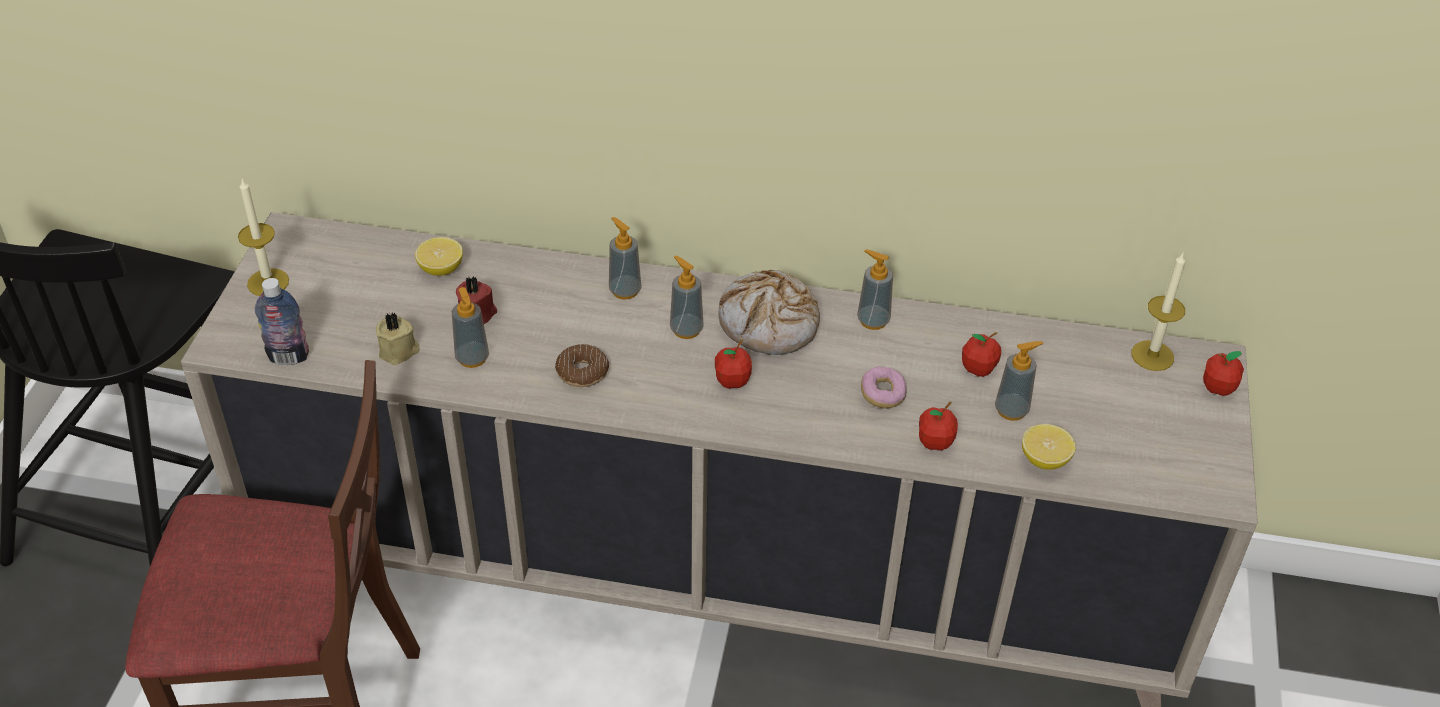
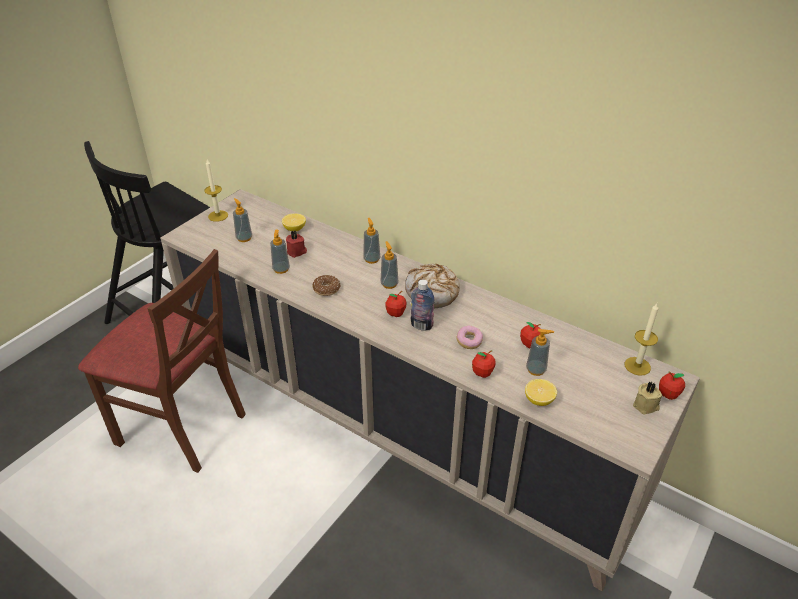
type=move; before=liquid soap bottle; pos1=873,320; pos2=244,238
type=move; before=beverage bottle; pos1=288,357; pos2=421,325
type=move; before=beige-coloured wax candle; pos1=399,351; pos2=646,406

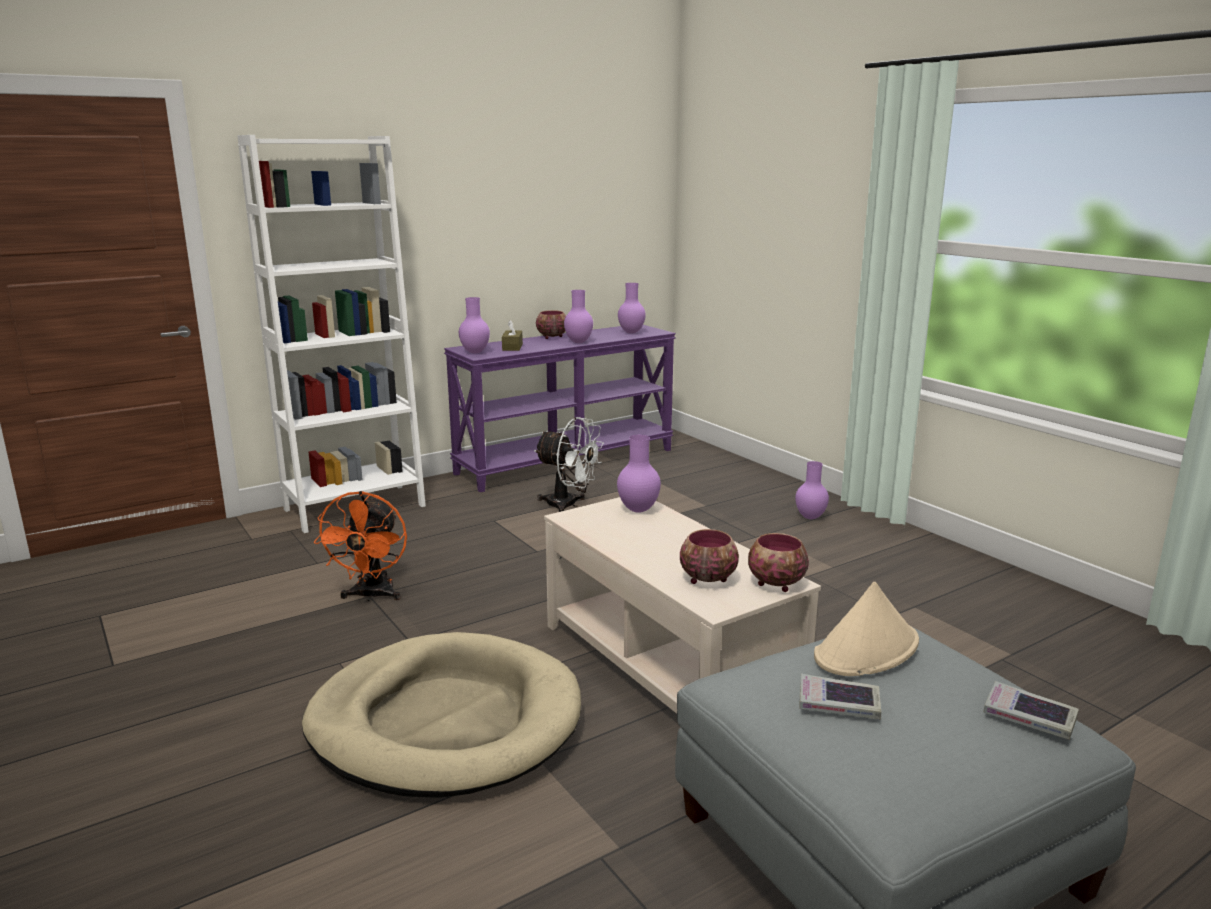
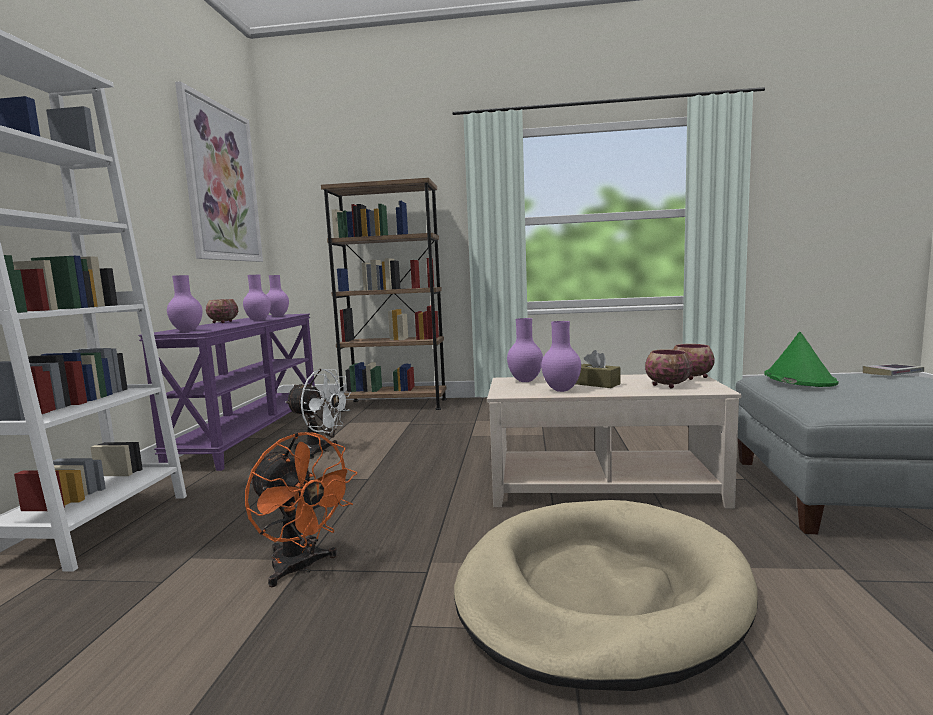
type=insert; after=picture; pos2=221,183
type=rotate; before=whitish cooling fan; pos1=569,505; pos2=321,451; turn=45
type=insert; after=brown-coloured bookshelf; pos2=395,405
type=move; before=purple decorative vase; pos1=811,517; pos2=562,390
type=move; before=brown-coloured box of tissues; pos1=512,347; pos2=596,384
type=recolor; before=beige-coloured clothing hat; after=green-coloured clothing hat; pos1=867,649; pos2=798,379
type=delete; before=book; pos1=838,704

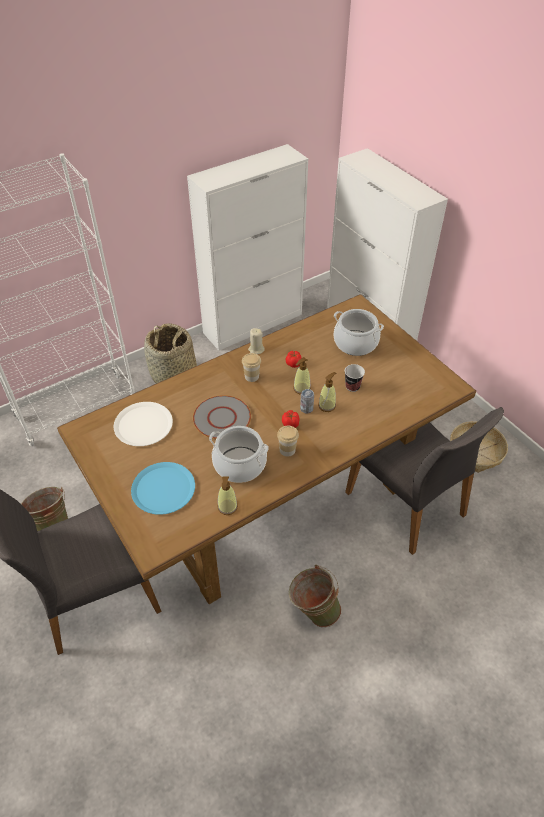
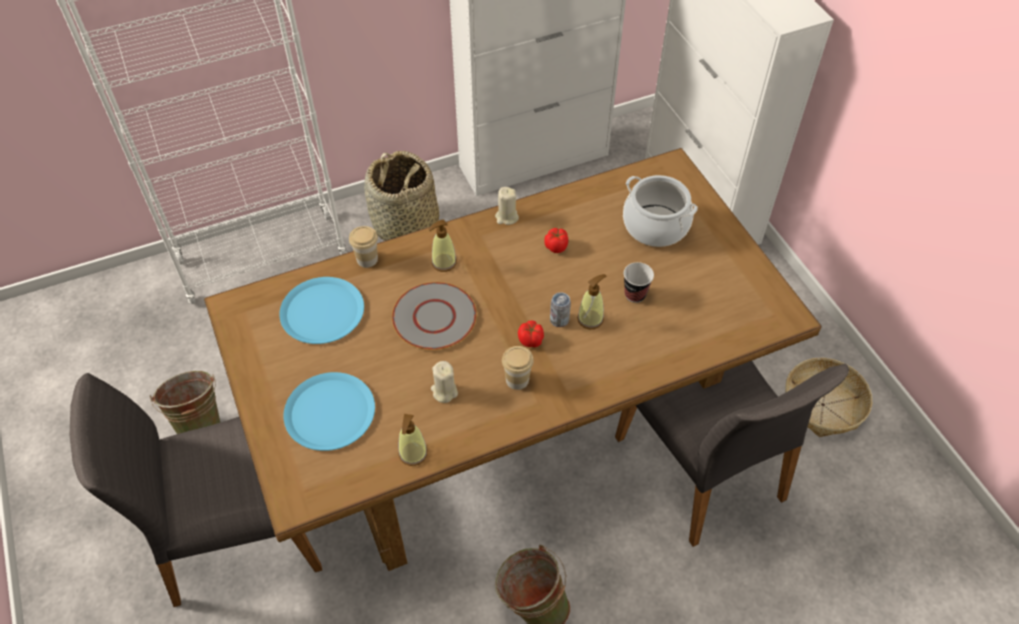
type=recolor; before=whitish dinner plate; after=blue-coloured dinner plate; pos1=143,425; pos2=322,311
type=move; before=drinking cup; pos1=251,376; pos2=367,259
type=move; before=liquid soap bottle; pos1=301,389; pos2=443,262
type=replace; before=cooking pot; after=beige-coloured wax candle; pos1=239,464; pos2=444,391

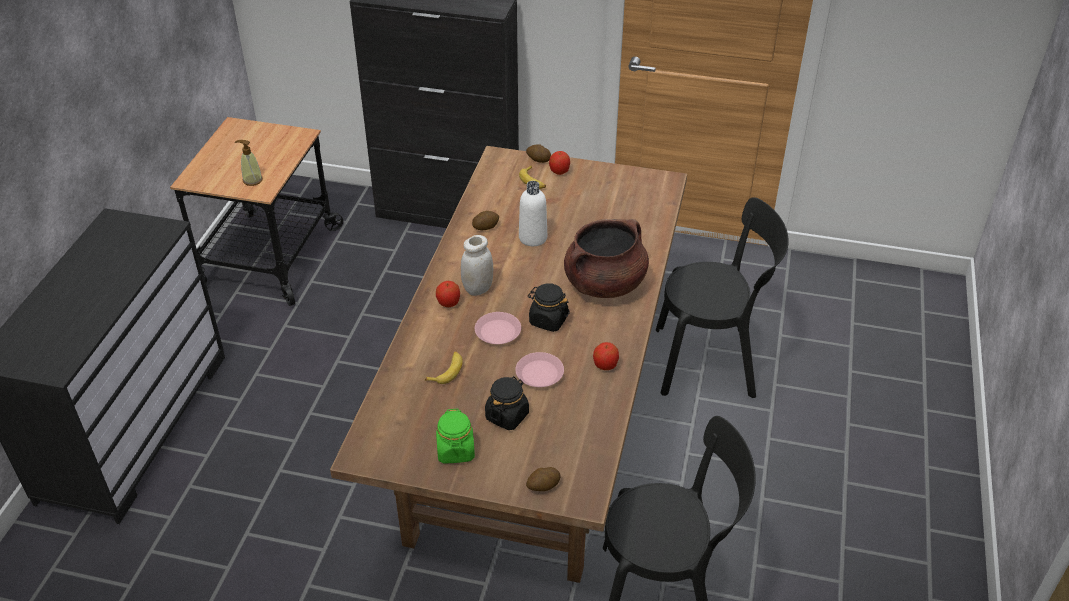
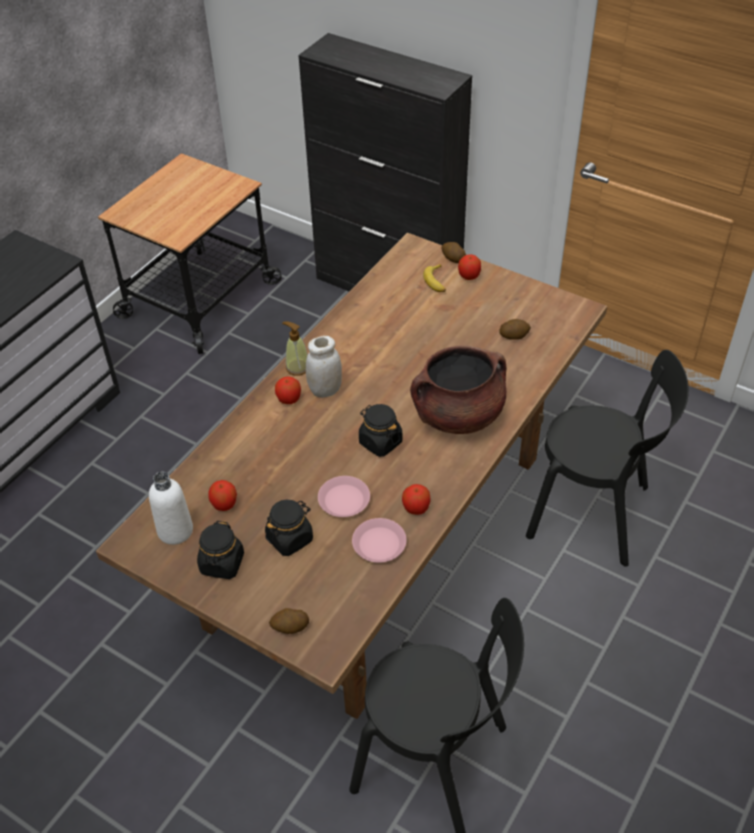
type=move; before=whitish beverage bottle; pos1=533,238; pos2=175,530
type=recolor; before=green-coloured storage jar; after=blackish storage jar; pos1=456,451; pos2=222,564
type=insert; after=whole apple; pos2=224,504
type=move; before=liquid soap bottle; pos1=252,180; pos2=297,367
type=move; before=pink dinner plate; pos1=498,332; pos2=379,544
type=move; before=whole potato; pos1=485,227; pos2=514,335
type=delete; before=whole banana; pos1=447,371

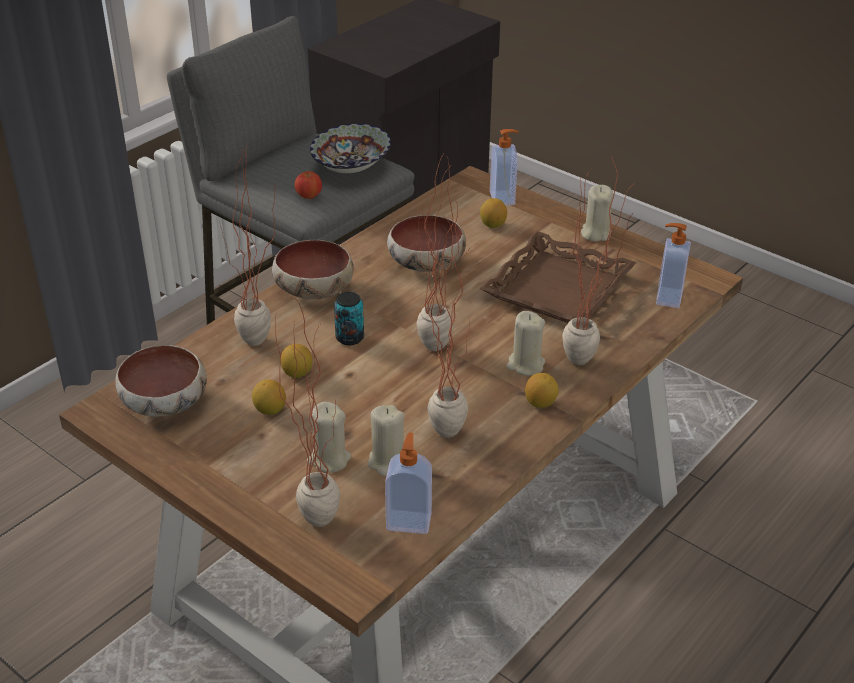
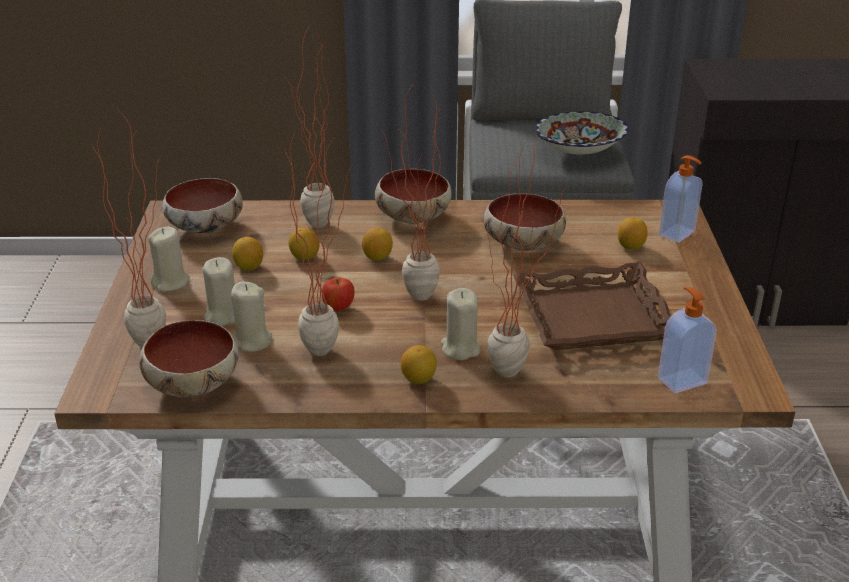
type=replace; before=liquid soap bottle; after=serving bowl; pos1=409,520; pos2=191,383
type=move; before=beige-coloured wax candle; pos1=595,233; pos2=171,282
type=move; before=whole apple; pos1=309,196; pos2=339,308
type=replace; before=metal can; after=citrus fruit; pos1=349,338; pos2=377,257

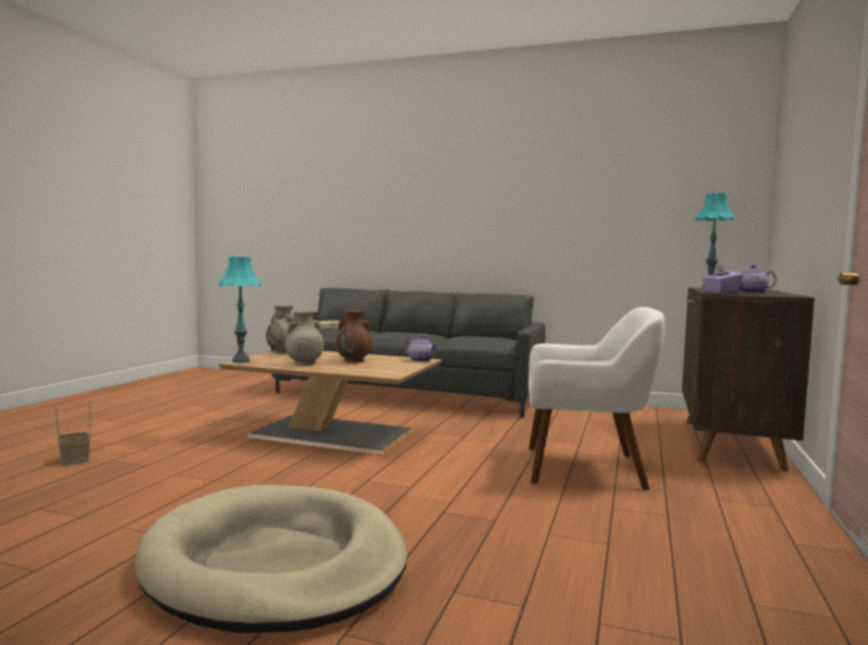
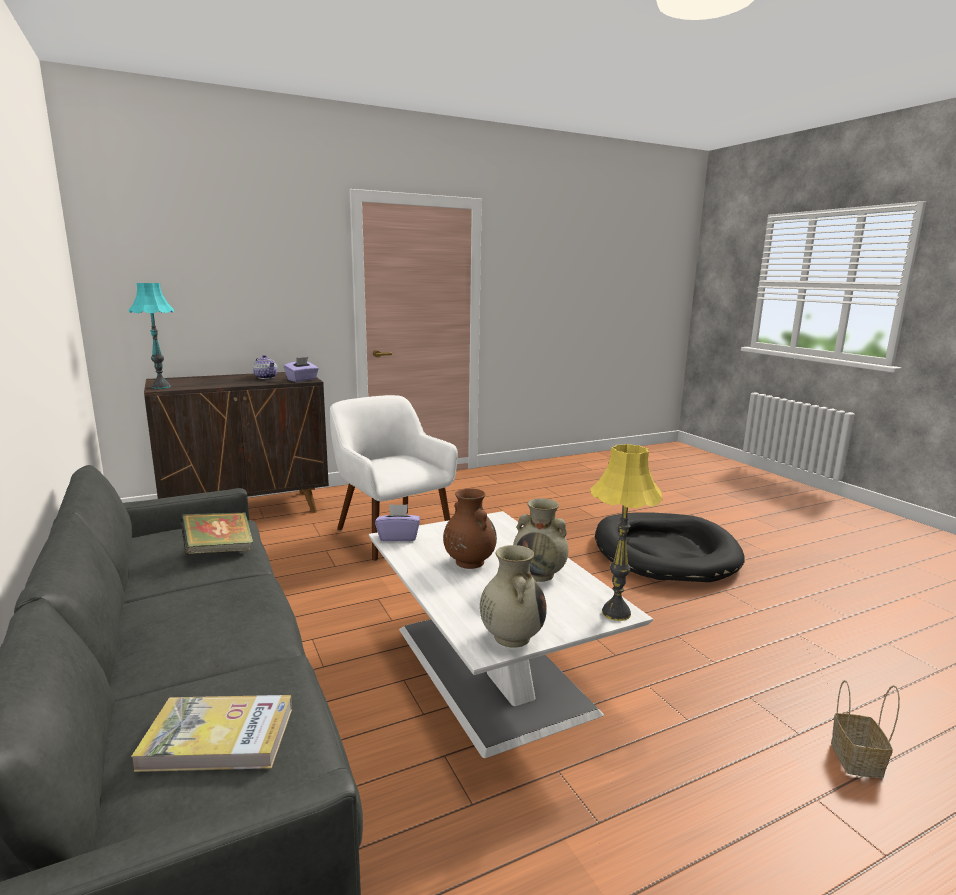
type=insert; after=book; pos2=219,551
type=recolor; before=brown-coloured low table; after=whitish low table; pos1=335,434; pos2=488,665
type=replace; before=pot for tea; after=purple box of tissues; pos1=420,360; pos2=398,537
type=recolor; before=blue-green lamp for a table; after=yellow lamp for a table; pos1=241,361; pos2=615,613
type=recolor; before=beige-coloured dog cushion; after=blackish dog cushion; pos1=275,564; pos2=664,552

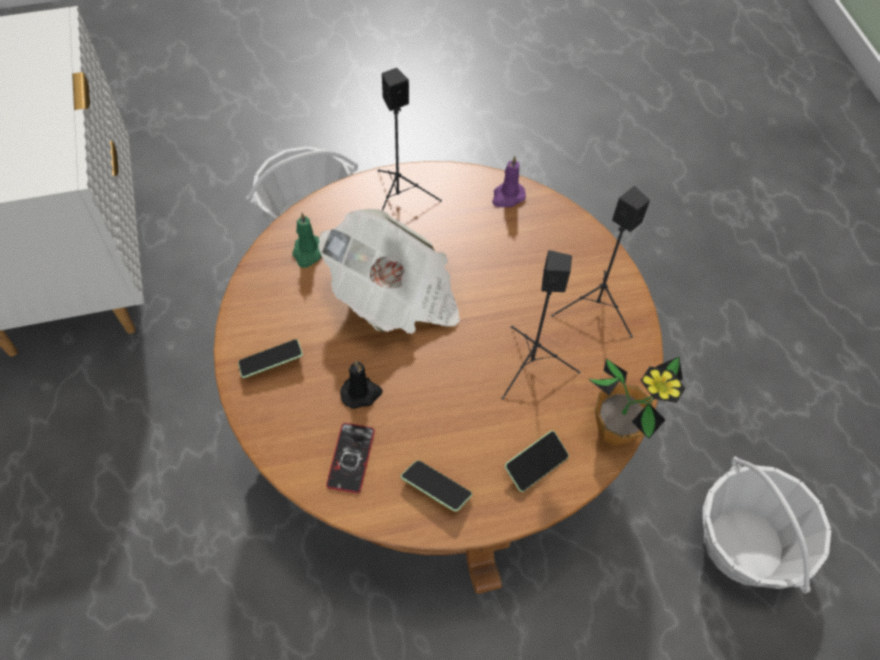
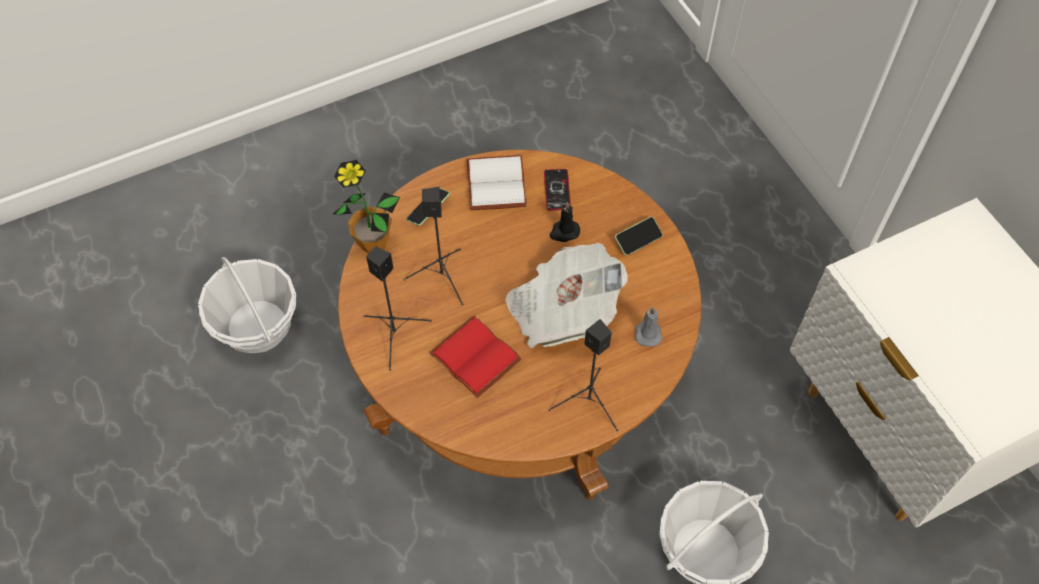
type=insert; after=reddish book; pos2=478,357
type=replace; before=phone; after=whitish book; pos1=436,489; pos2=494,183
type=recolor; before=green-coloured wax candle; after=grey wax candle; pos1=308,252; pos2=648,333
type=delete; before=purple wax candle; pos1=507,196

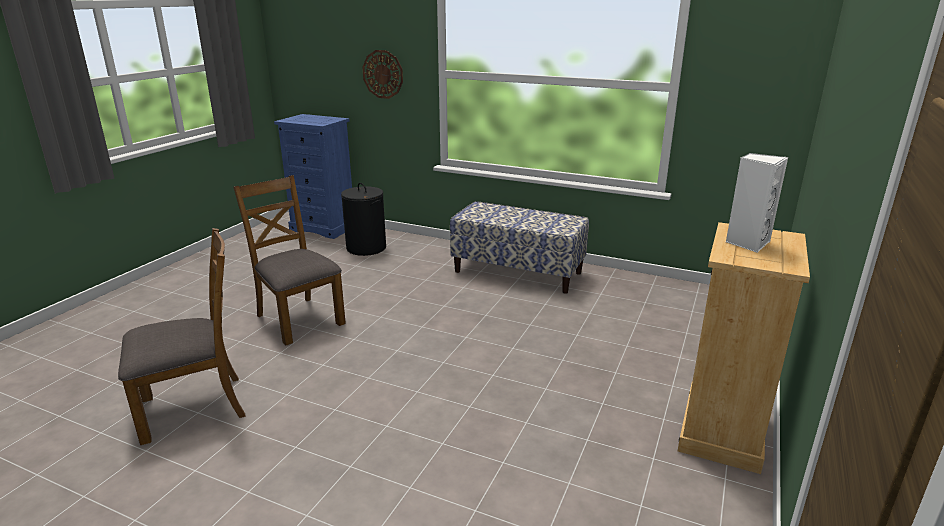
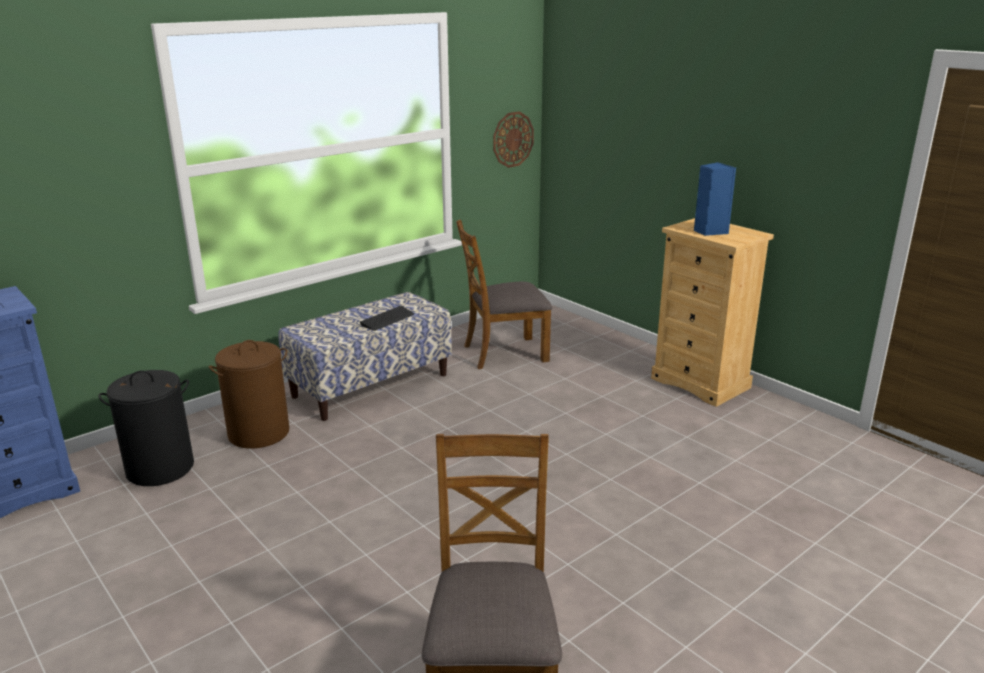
type=insert; after=brown-coloured hamper; pos2=258,433
type=insert; after=keyboard; pos2=387,319
type=move; before=brown-coloured upright chair; pos1=298,319; pos2=504,353
type=move; before=hanging clock; pos1=383,74; pos2=512,139
type=recolor; before=whitish speaker; after=blue-coloured speaker; pos1=747,243; pos2=709,231

